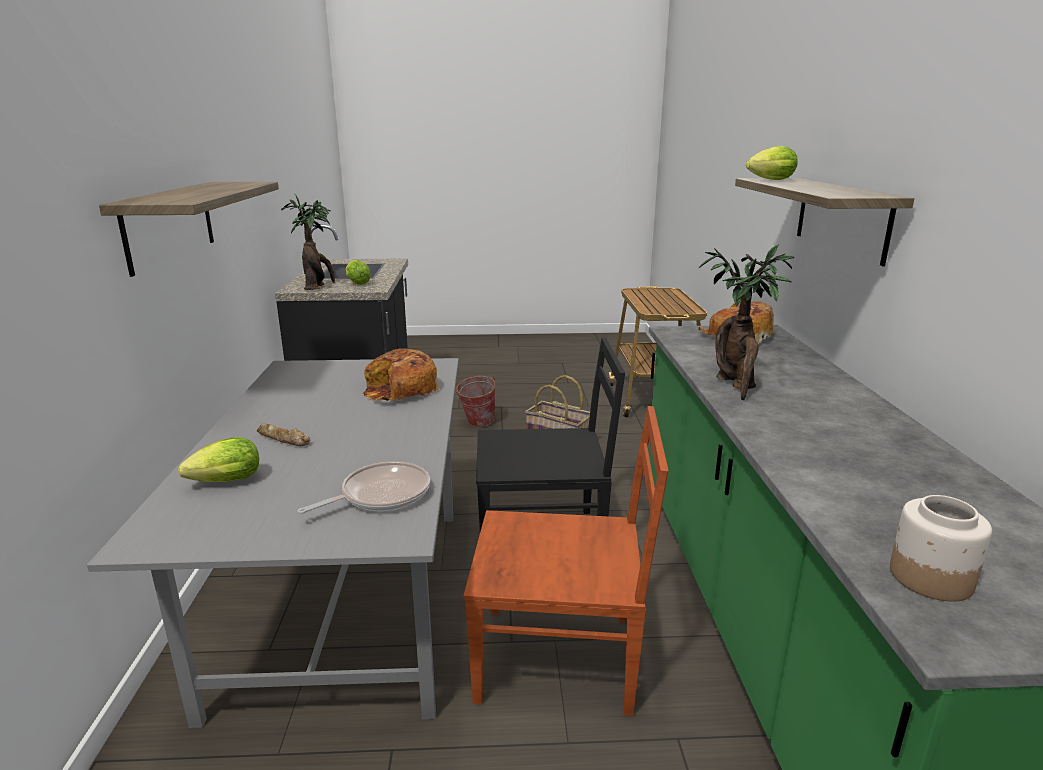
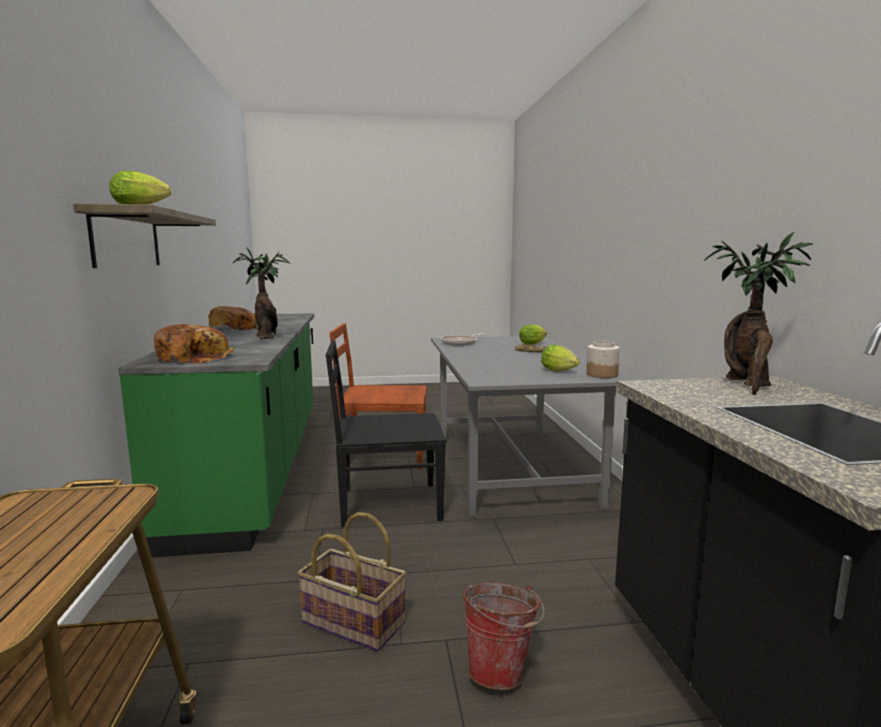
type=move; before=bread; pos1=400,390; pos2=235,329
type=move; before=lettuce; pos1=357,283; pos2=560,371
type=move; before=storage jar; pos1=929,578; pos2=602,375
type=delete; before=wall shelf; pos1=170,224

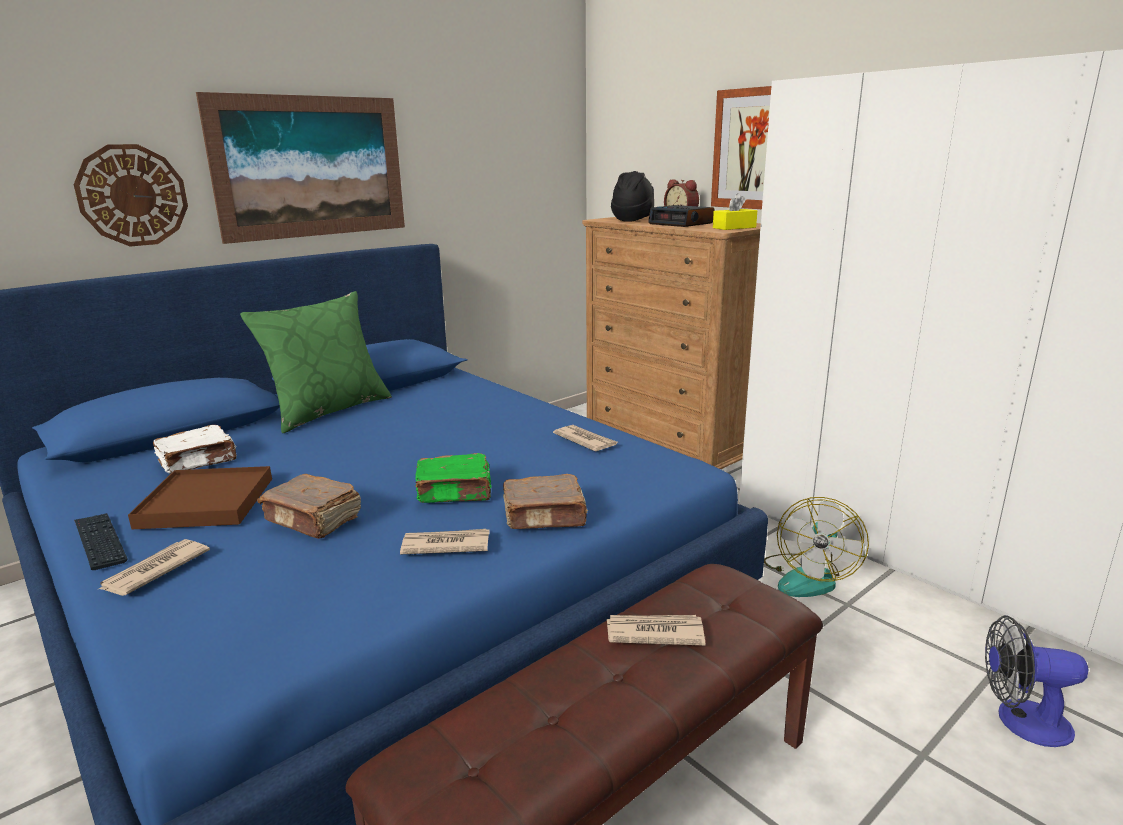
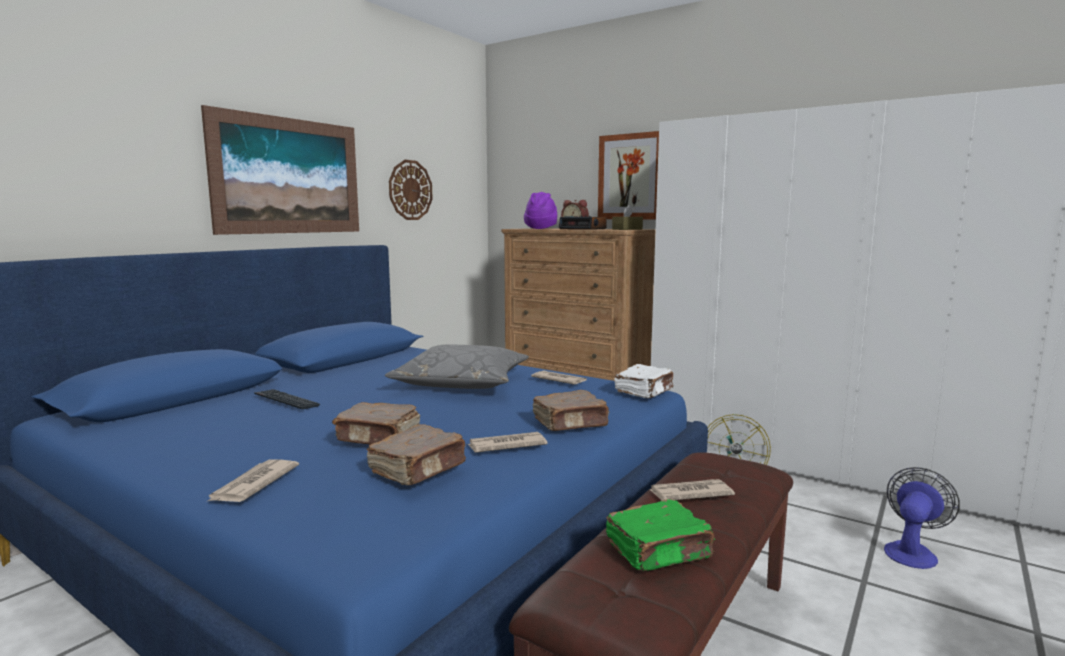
type=move; before=keyboard; pos1=100,542; pos2=286,400
type=insert; after=brown-coloured book; pos2=419,469
type=insert; after=grey throw pillow; pos2=462,382
type=move; before=hanging clock; pos1=132,195; pos2=410,190
type=recolor; before=blackish clothing hat; after=purple clothing hat; pos1=633,219; pos2=541,228
type=move; before=green-coloured book; pos1=455,492; pos2=659,551
type=recolor; before=yellow box of tissues; after=brown-coloured box of tissues; pos1=734,227; pos2=627,229
type=move; before=whitish book; pos1=199,461; pos2=644,392
type=rotate; before=cooling fan; pos1=1021,721; pos2=912,551; turn=135
type=delete; before=brown-coloured carrying tray; pos1=206,503
type=delete; before=green-coloured throw pillow; pos1=328,410

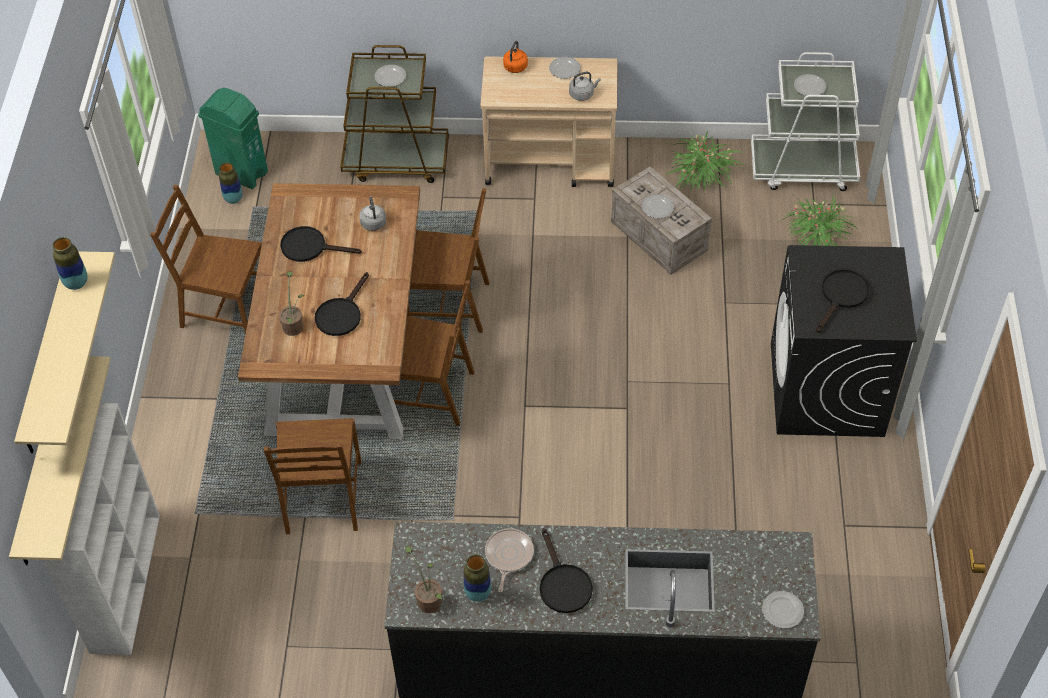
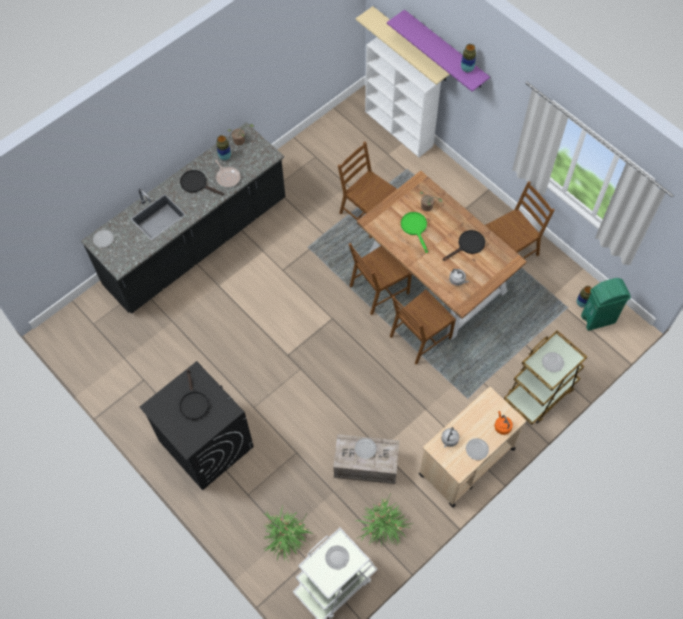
type=recolor; before=beige-coloured wall shelf; after=purple wall shelf; pos1=47,356; pos2=445,50
type=recolor; before=blackish skillet; after=green-coloured skillet; pos1=341,314; pos2=415,228

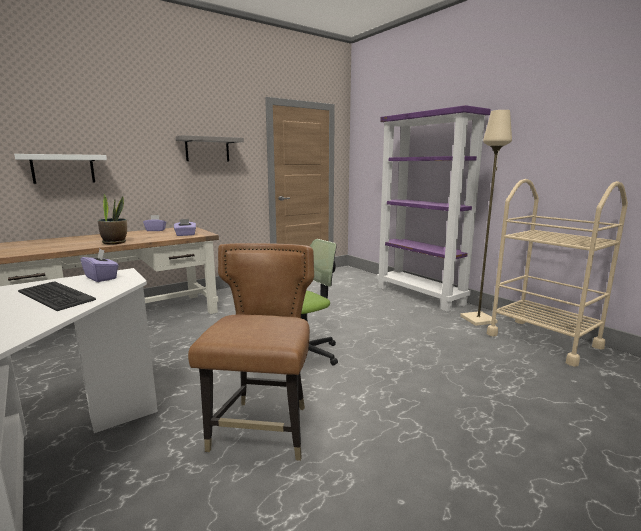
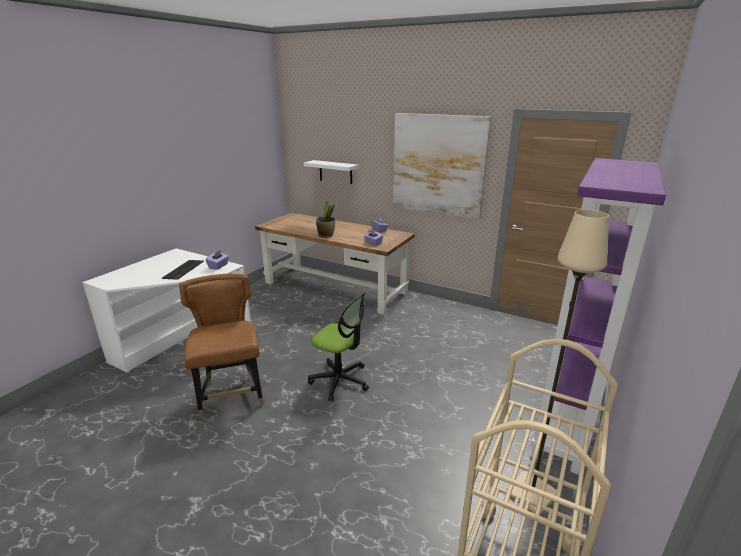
type=rotate; before=brown-coloured upright chair; pos1=263,429; pos2=231,395; turn=-90
type=replace; before=grey wall shelf; after=picture; pos1=207,149; pos2=438,165

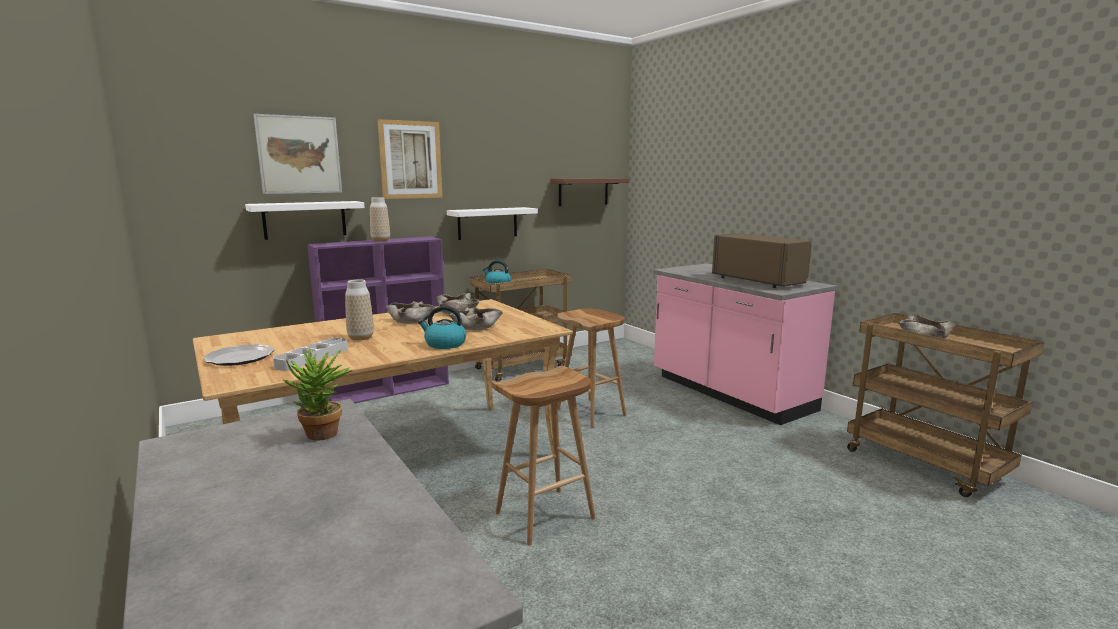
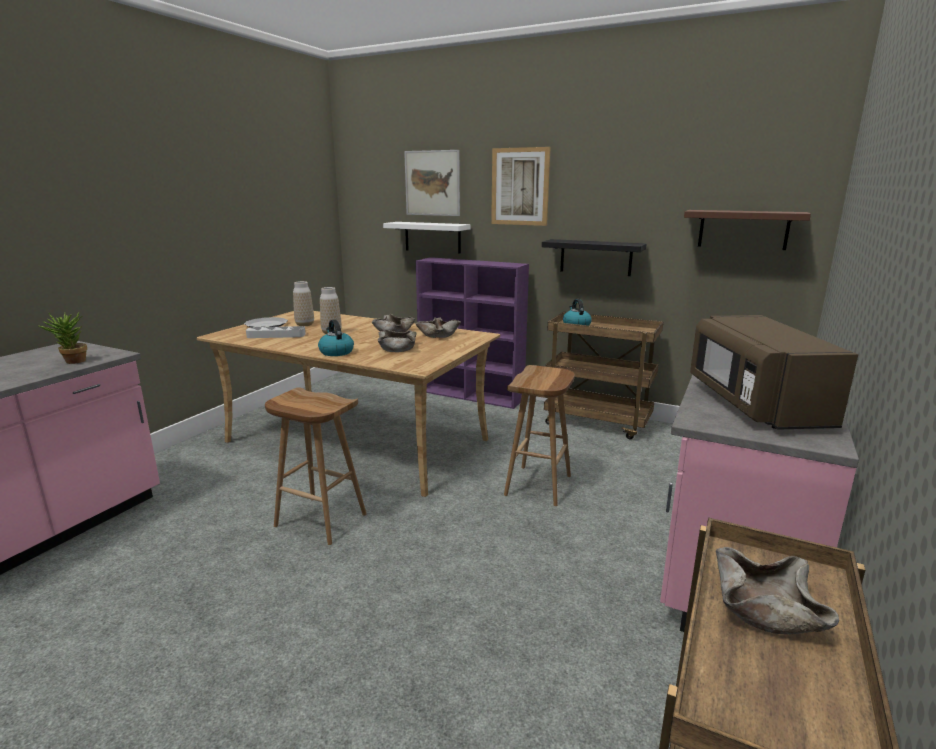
type=move; before=decorative vase; pos1=380,240; pos2=304,324
type=recolor; before=whitish wall shelf; after=blackish wall shelf; pos1=487,223; pos2=595,257
type=rotate; before=brown-coloured microwave; pos1=759,281; pos2=754,404; turn=150

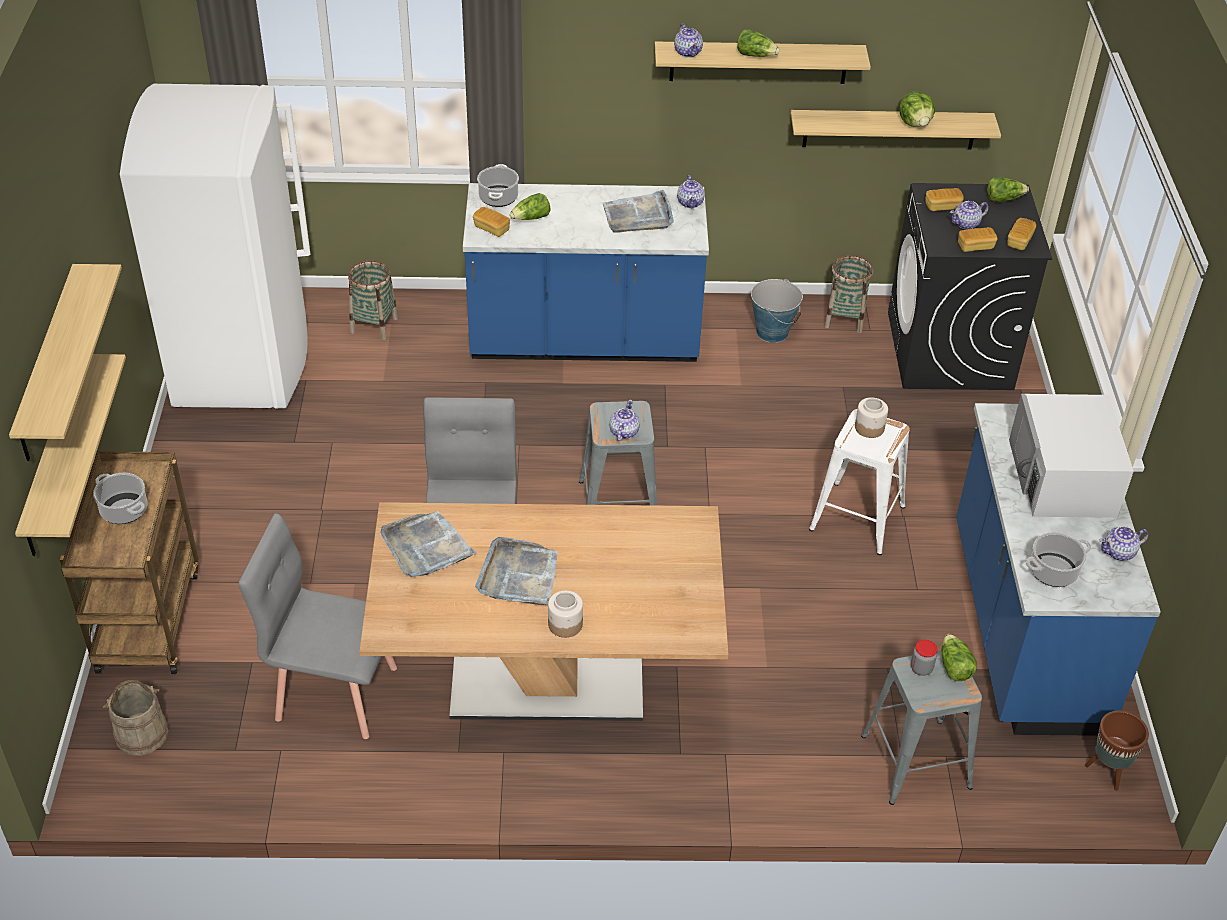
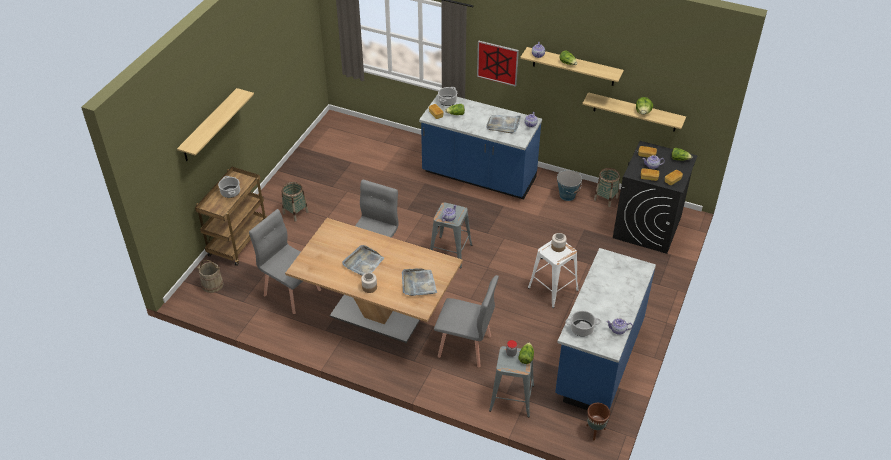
type=move; before=storage basket; pos1=374,325; pos2=295,212
type=move; before=grey carrying tray; pos1=426,547; pos2=418,284
type=insert; after=grey upright chair; pos2=465,346
type=insert; after=picture; pos2=497,63
type=delete; before=wall shelf; pos1=53,457
type=delete; before=whitish kitchen fridge; pos1=243,361
type=delete; before=whitish microwave; pos1=1062,478

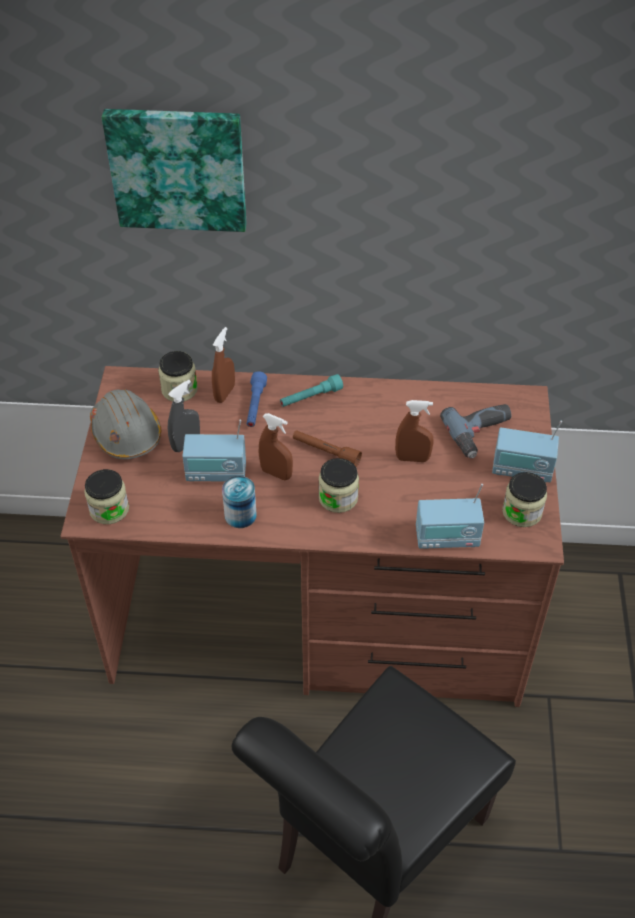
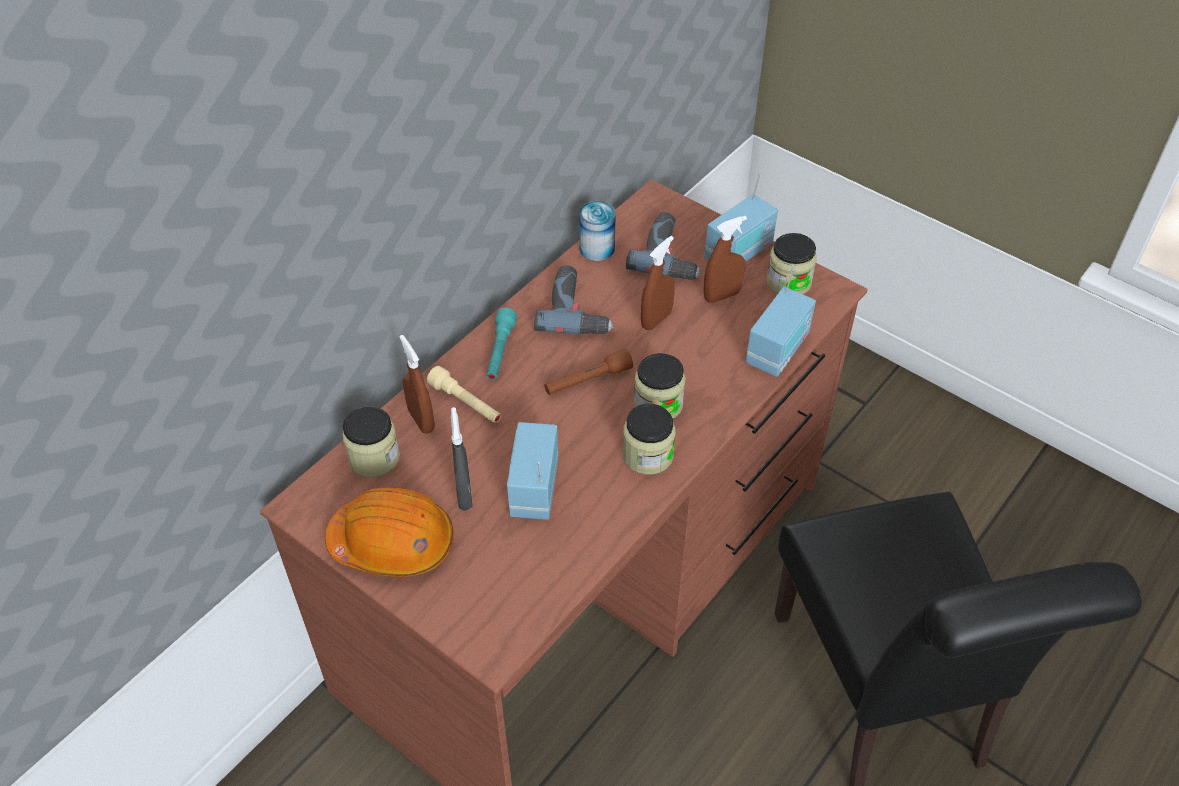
type=recolor; before=grey work helmet; after=orange-coloured work helmet; pos1=126,433; pos2=393,543
type=recolor; before=blue-coloured flashlight; after=beige-coloured flashlight; pos1=255,405; pos2=466,403
type=rotate; before=radio; pos1=216,473; pos2=533,488; turn=150
type=insert; after=drill; pos2=577,309
type=move; before=metal can; pos1=240,515; pos2=597,248
type=move; before=storage jar; pos1=109,509; pos2=647,455
type=move; before=brown-coloured spray bottle; pos1=276,473; pos2=722,295
type=delete; before=picture; pos1=178,168

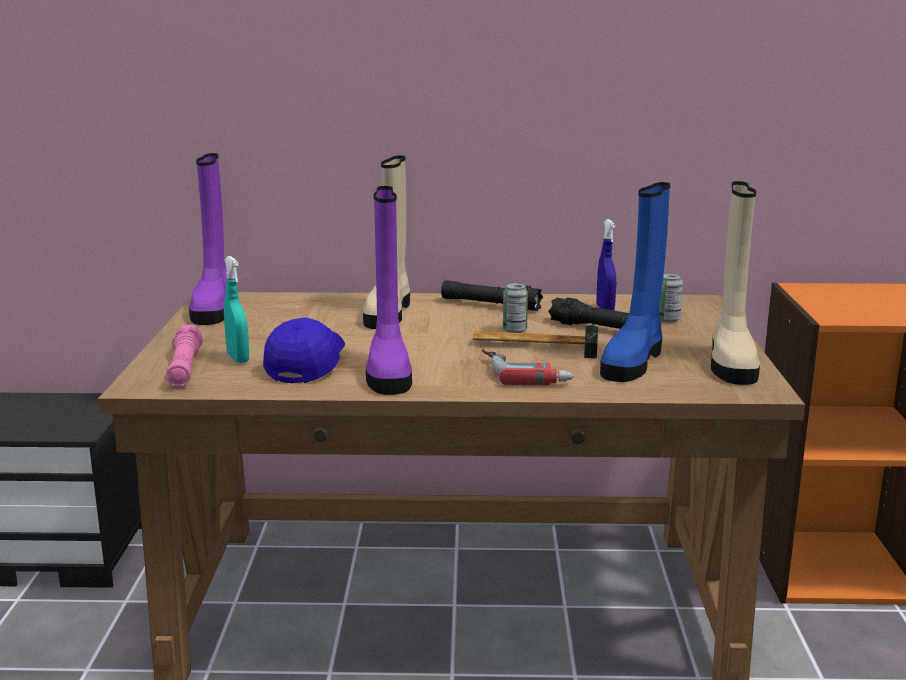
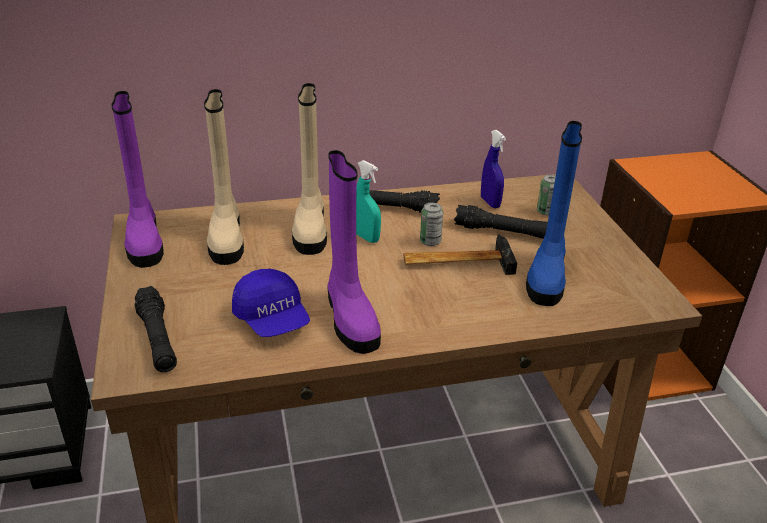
type=recolor; before=pink flashlight; after=blackish flashlight; pos1=185,368; pos2=157,338
type=move; before=beige-coloured tall boot; pos1=730,362; pos2=226,237
type=rotate; before=blue-coloured cap; pos1=306,366; pos2=272,319; turn=150
type=move; before=blue-green spray bottle; pos1=238,358; pos2=366,237
type=delete; before=drill; pos1=526,372

